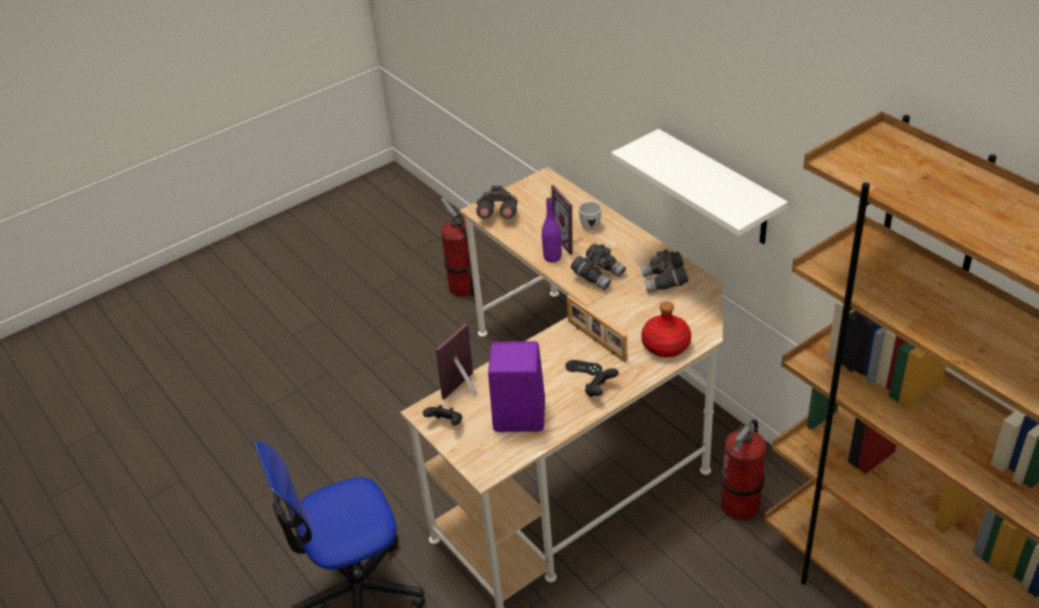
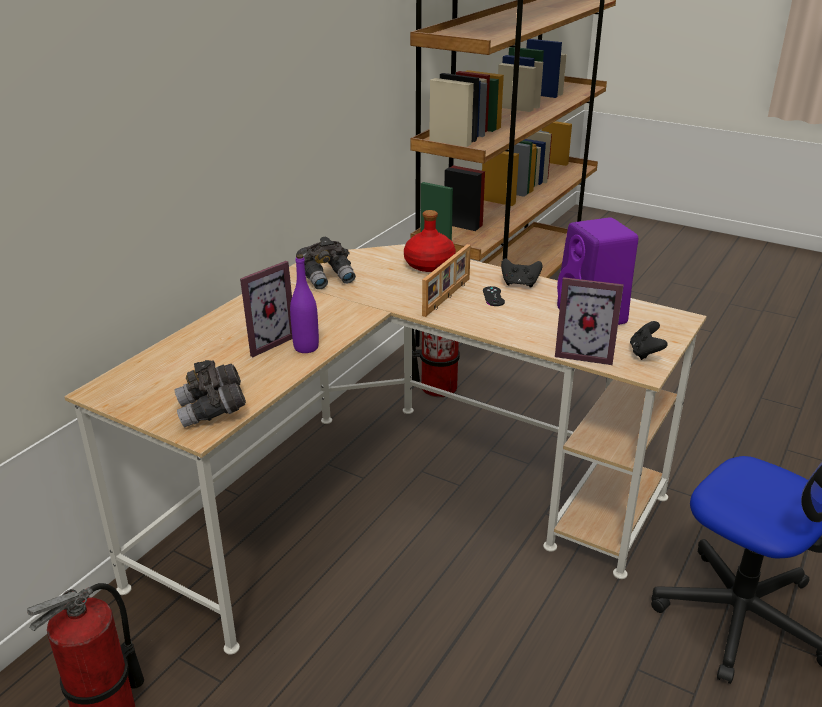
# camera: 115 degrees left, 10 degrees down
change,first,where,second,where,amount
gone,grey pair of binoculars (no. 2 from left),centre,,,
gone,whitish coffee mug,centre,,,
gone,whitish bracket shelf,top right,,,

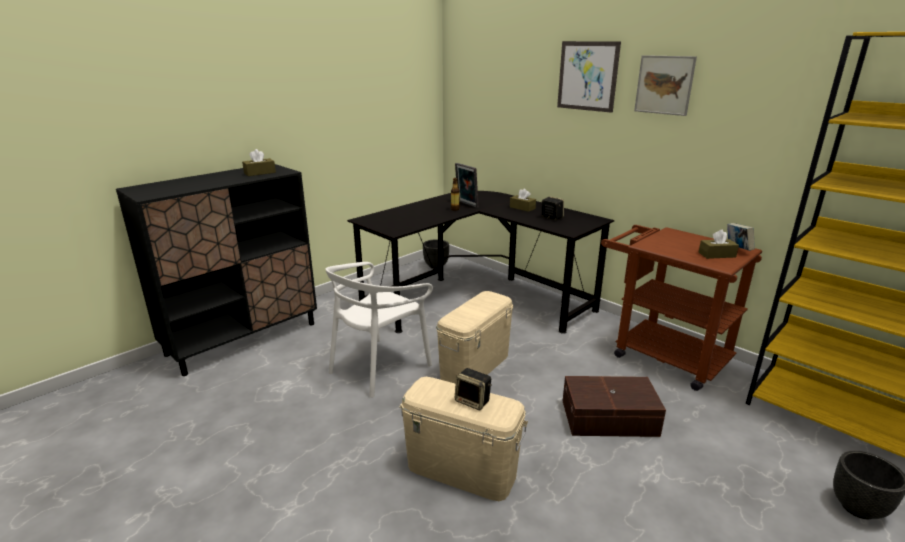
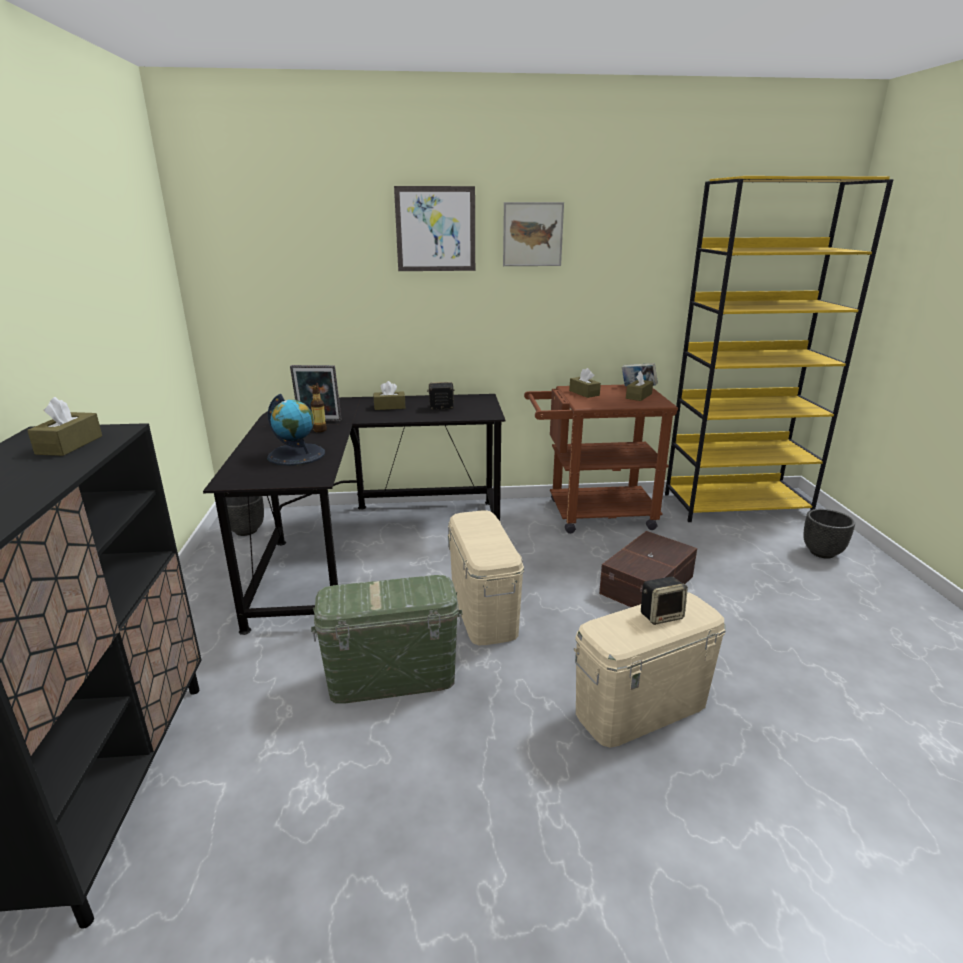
# camera: 50 degrees left, 0 degrees up
change,first,where,second,where,amount
swapped,whitish plain chair,centre,greenish storage box,centre,
new,,,world globe,middle left,
new,,,brown tissue holder (no. 3 from left),centre,

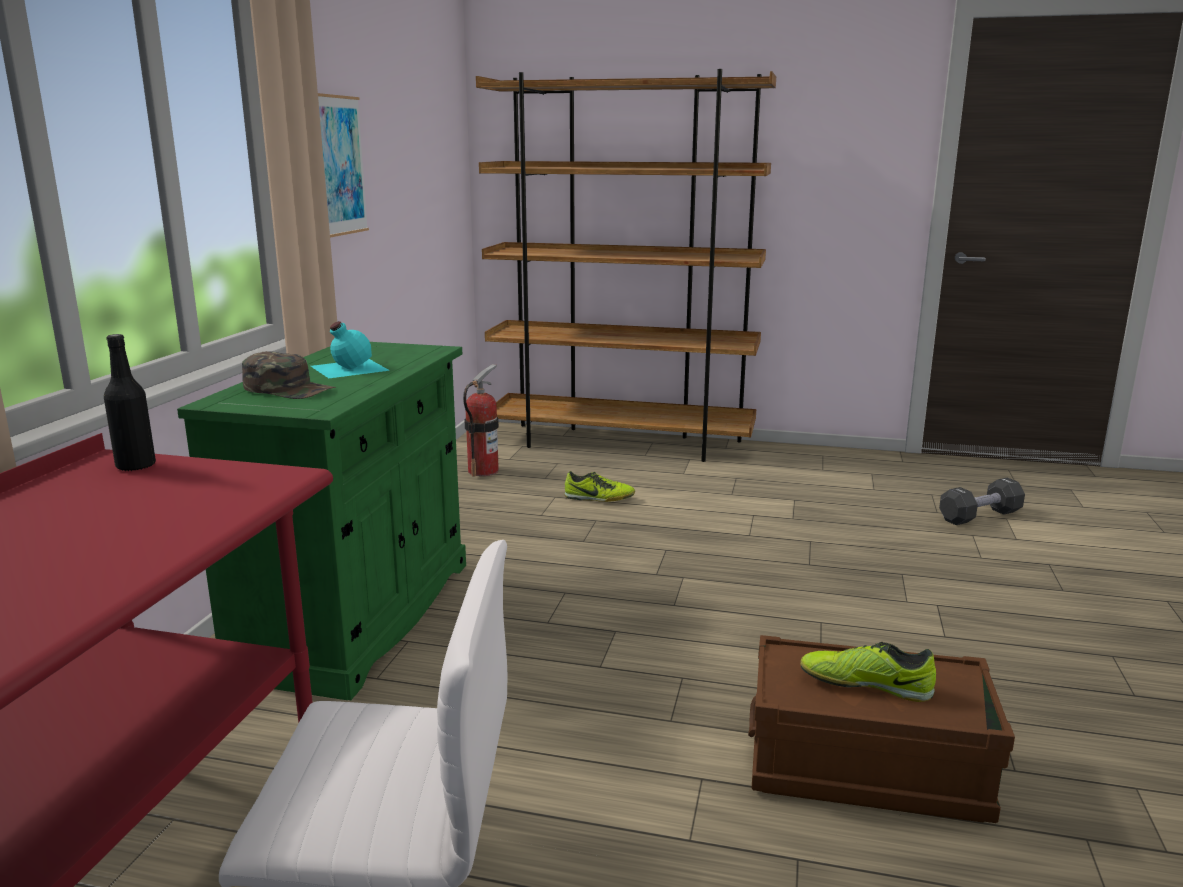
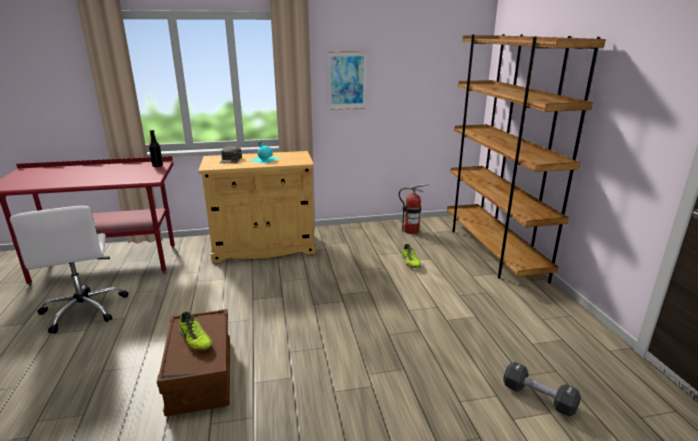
# camera: 65 degrees right, 5 degrees up
change,first,where,second,where,amount
repainted,greenish cabinet,middle left,beige-coloured cabinet,centre,
rotated,item of footwear (no. 2 from left in the first image),bottom right,item of footwear (no. 1 from left),bottom left,150 degrees clockwise

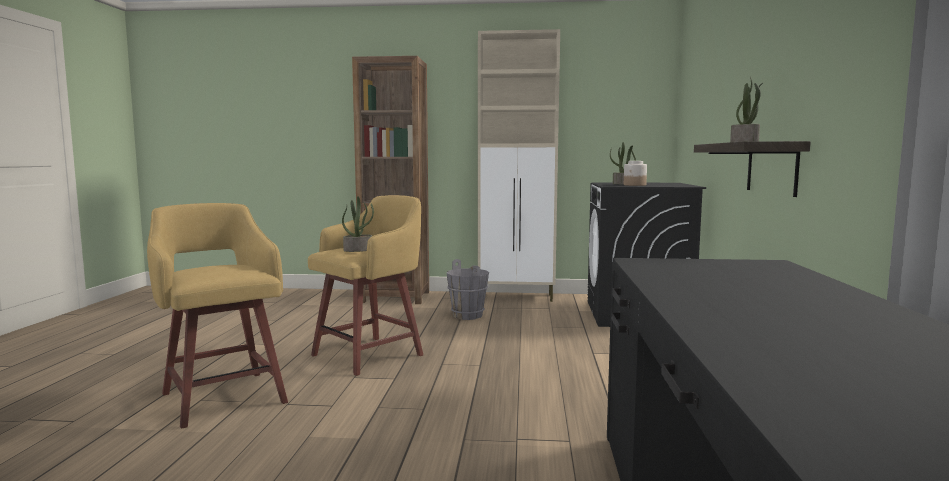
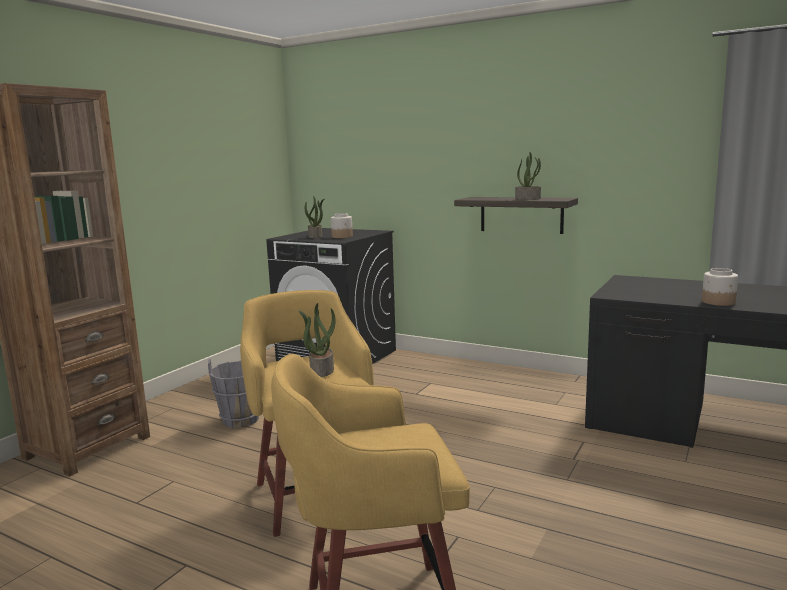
# camera: 65 degrees left, 5 degrees up
change,first,where,second,where,amount
gone,beige-coloured cabinet,centre,,,
new,,,preserve jar (no. 2 from left),middle right,

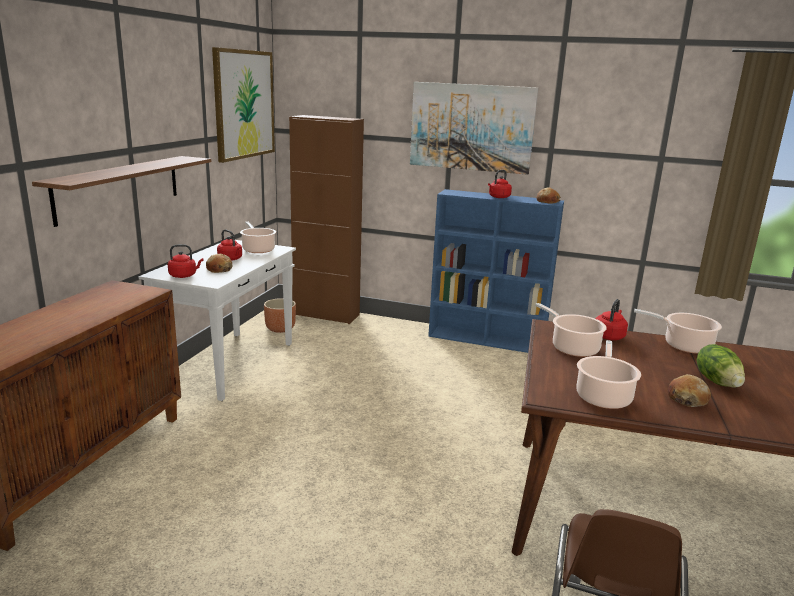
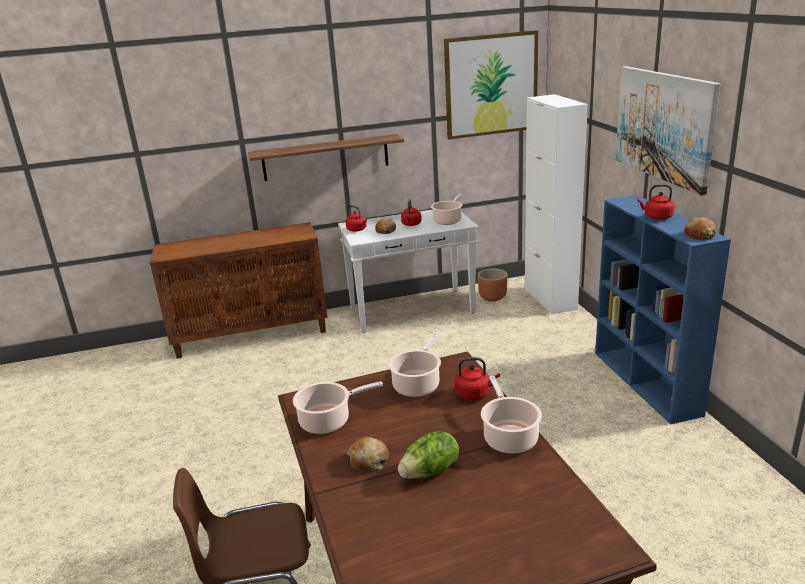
# camera: 60 degrees right, 5 degrees up
change,first,where,second,where,amount
repainted,brown cabinet (no. 2 from left),centre,whitish cabinet,middle right,

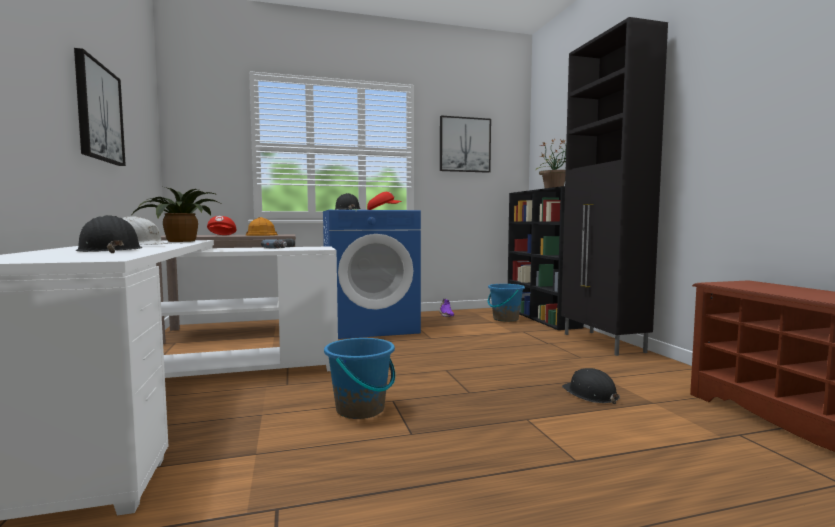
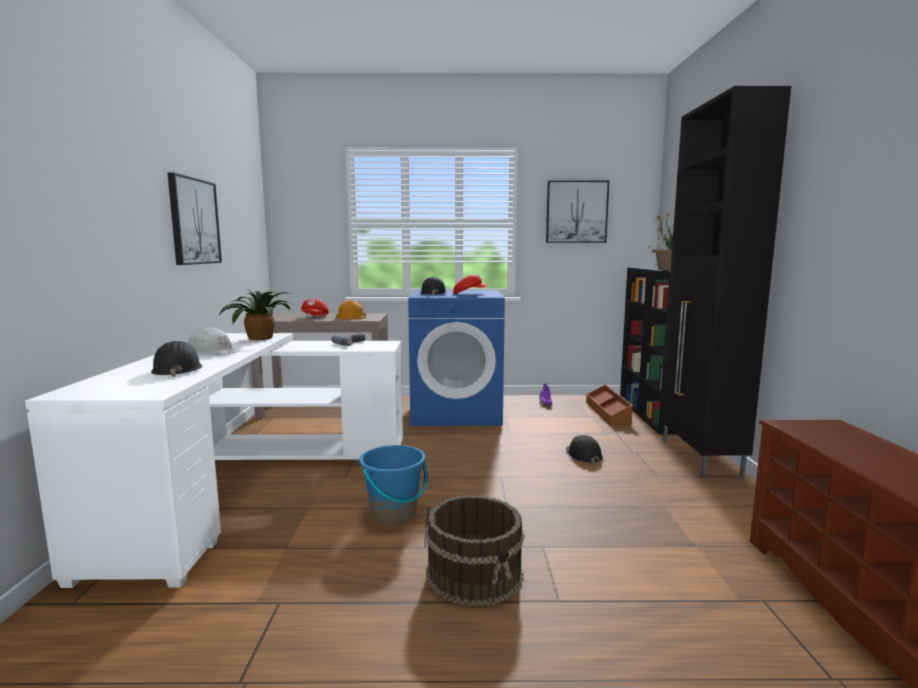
# camera: 15 degrees right, 5 degrees up
change,first,where,second,where,amount
swapped,bluish water bucket (no. 2 from left),centre,brown storage box,centre,
shifted,black work helmet (no. 3 from left),bottom right,,centre,
new,,,brown water bucket,bottom centre,

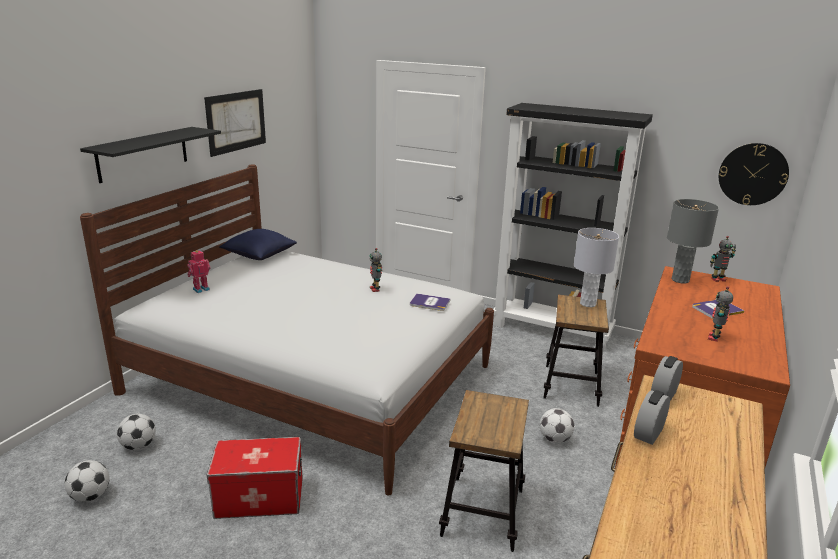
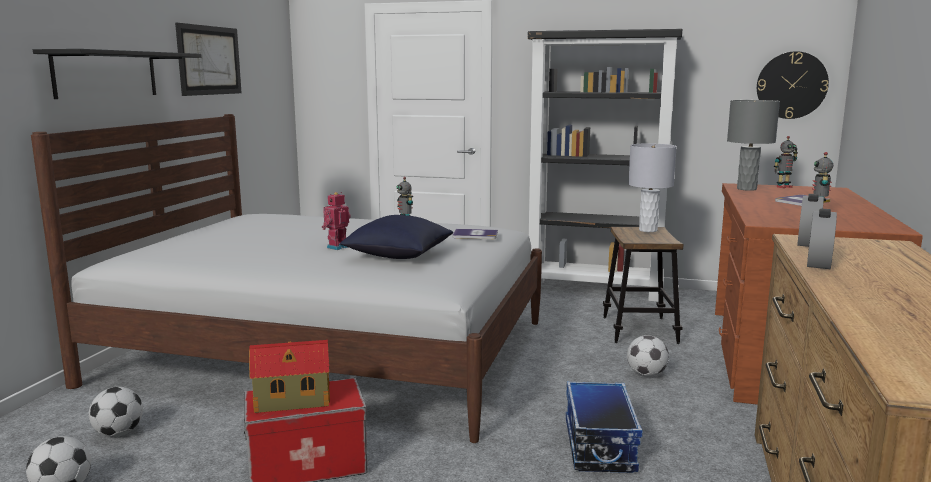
# camera: 10 degrees left, 10 degrees down
change,first,where,second,where,amount
shifted,model robot (no. 1 from left),middle left,,centre,
shifted,bluish throw pillow,middle left,,centre,
swapped,sitting stool (no. 1 from left),bottom centre,storage box (no. 2 from left),bottom centre,
new,,,model house,bottom left,

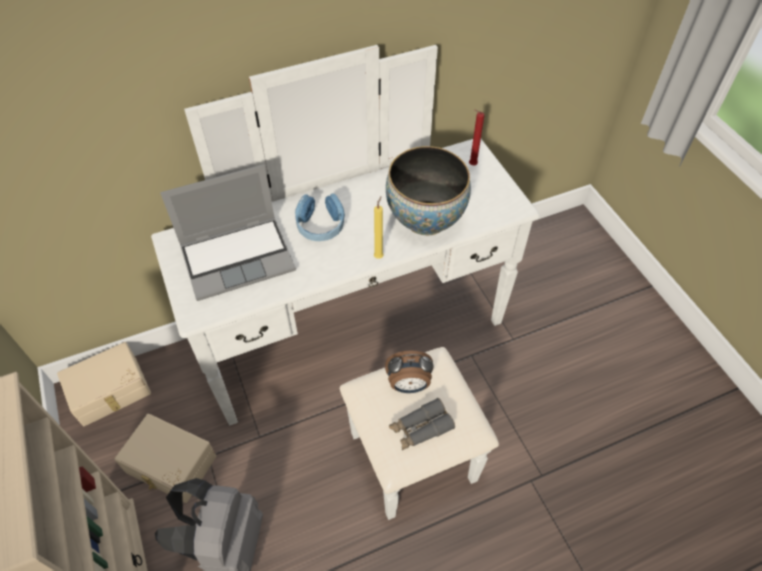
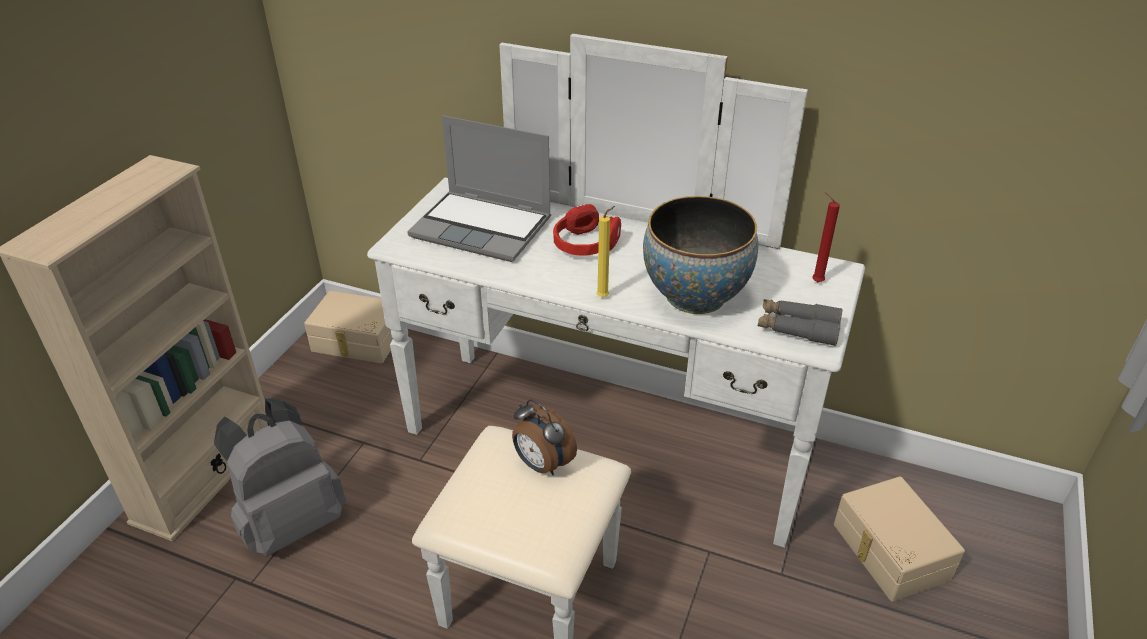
# camera: 45 degrees right, 15 degrees down
change,first,where,second,where,amount
shifted,beige-coloured storage box (no. 2 from left),bottom left,,bottom right,
repainted,bluish headset,centre,red-coloured headset,centre,
shifted,grey pair of binoculars,bottom centre,,middle right,

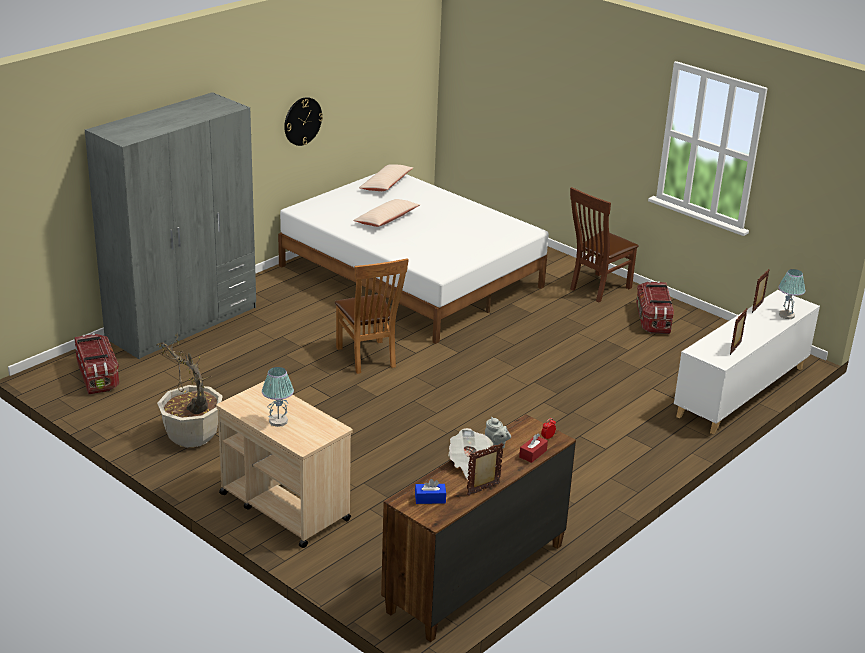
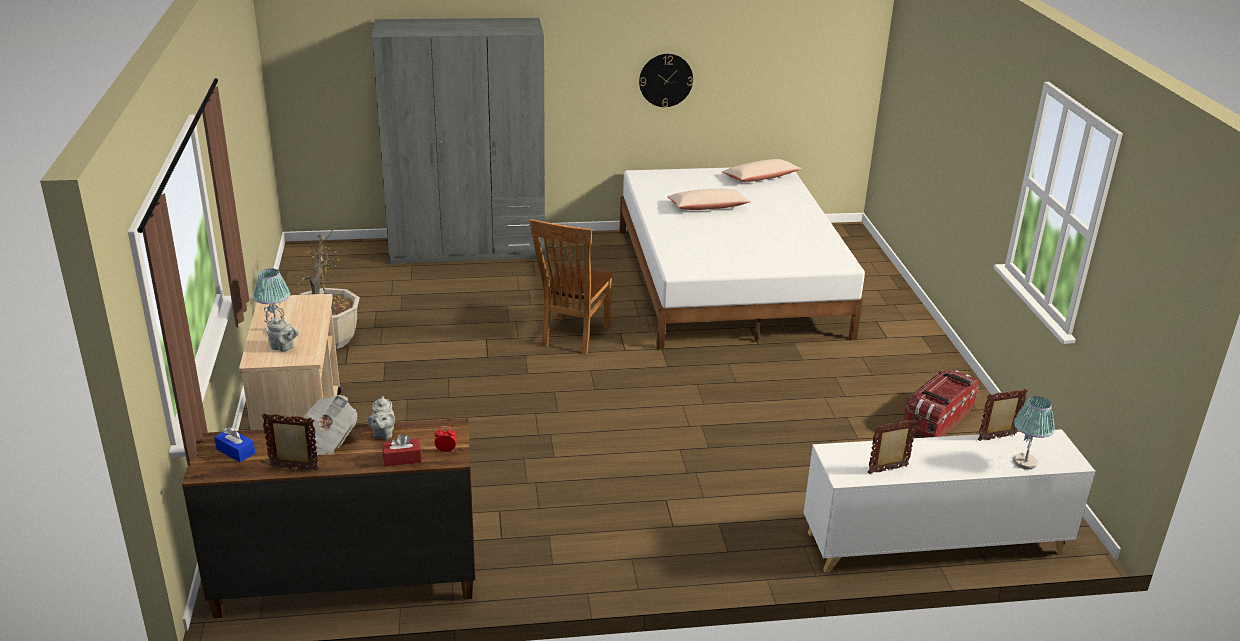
# camera: 40 degrees right, 0 degrees up
change,first,where,second,where,amount
gone,storage box (no. 1 from left),middle left,,,
gone,brown plain chair (no. 2 from left),middle right,,,
new,,,grey teapot (no. 1 from left),middle left,

